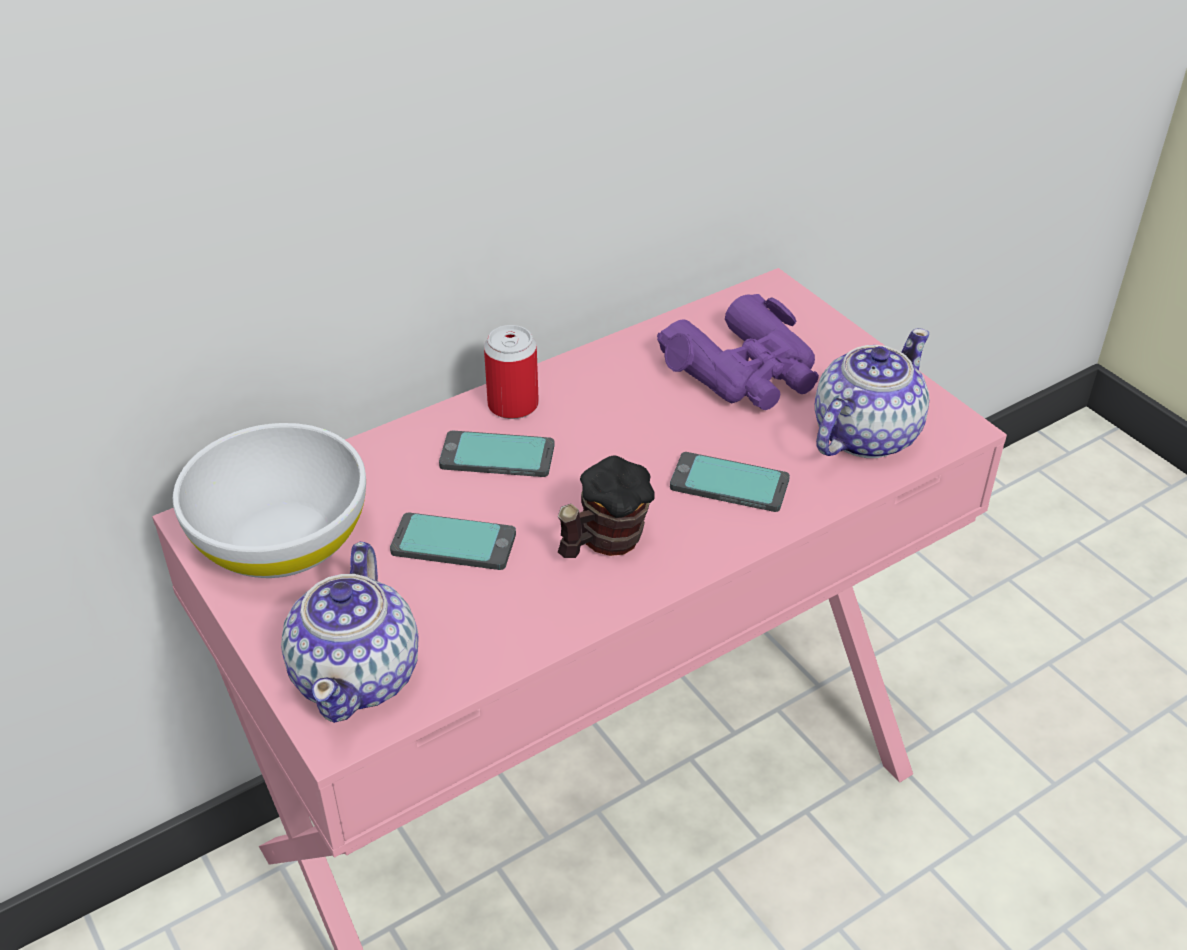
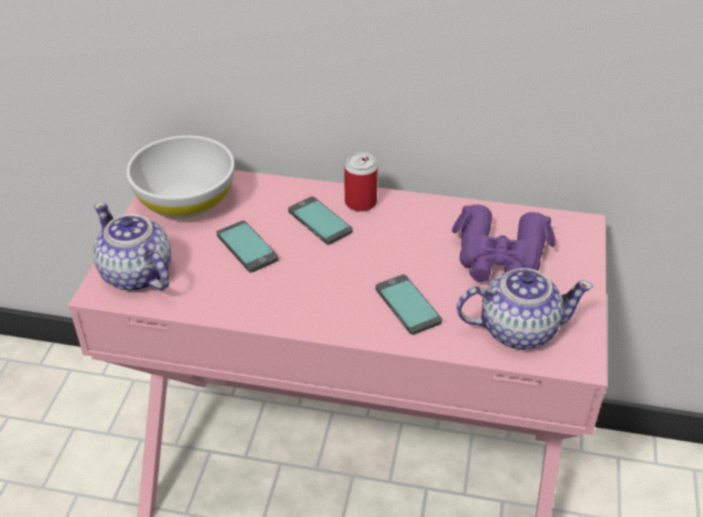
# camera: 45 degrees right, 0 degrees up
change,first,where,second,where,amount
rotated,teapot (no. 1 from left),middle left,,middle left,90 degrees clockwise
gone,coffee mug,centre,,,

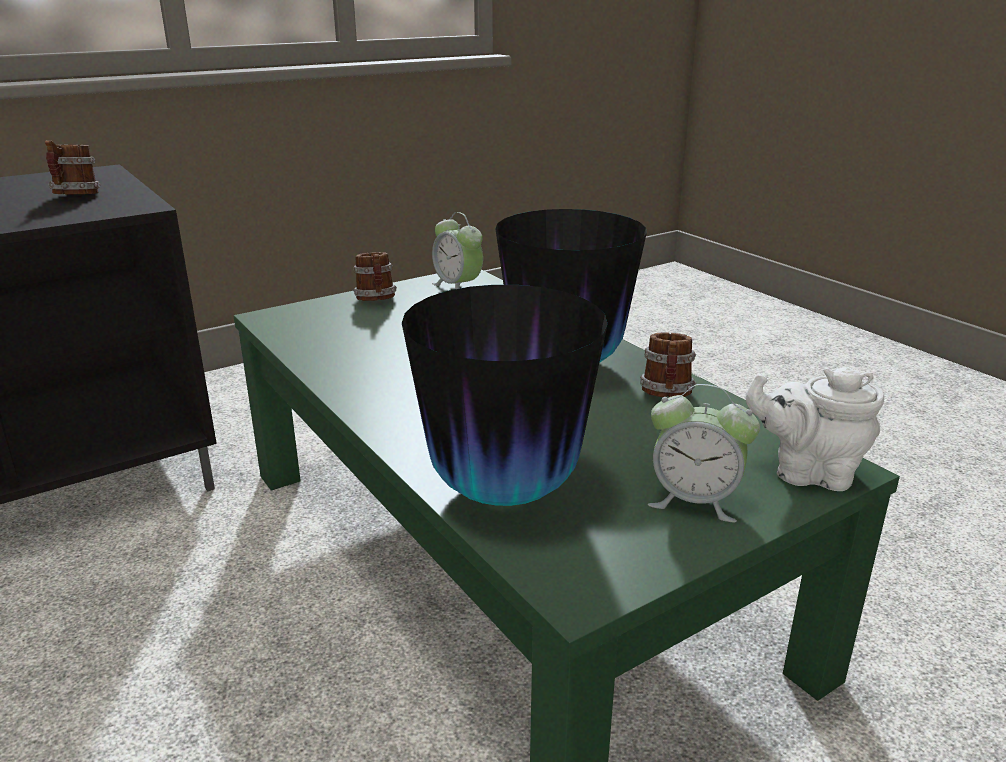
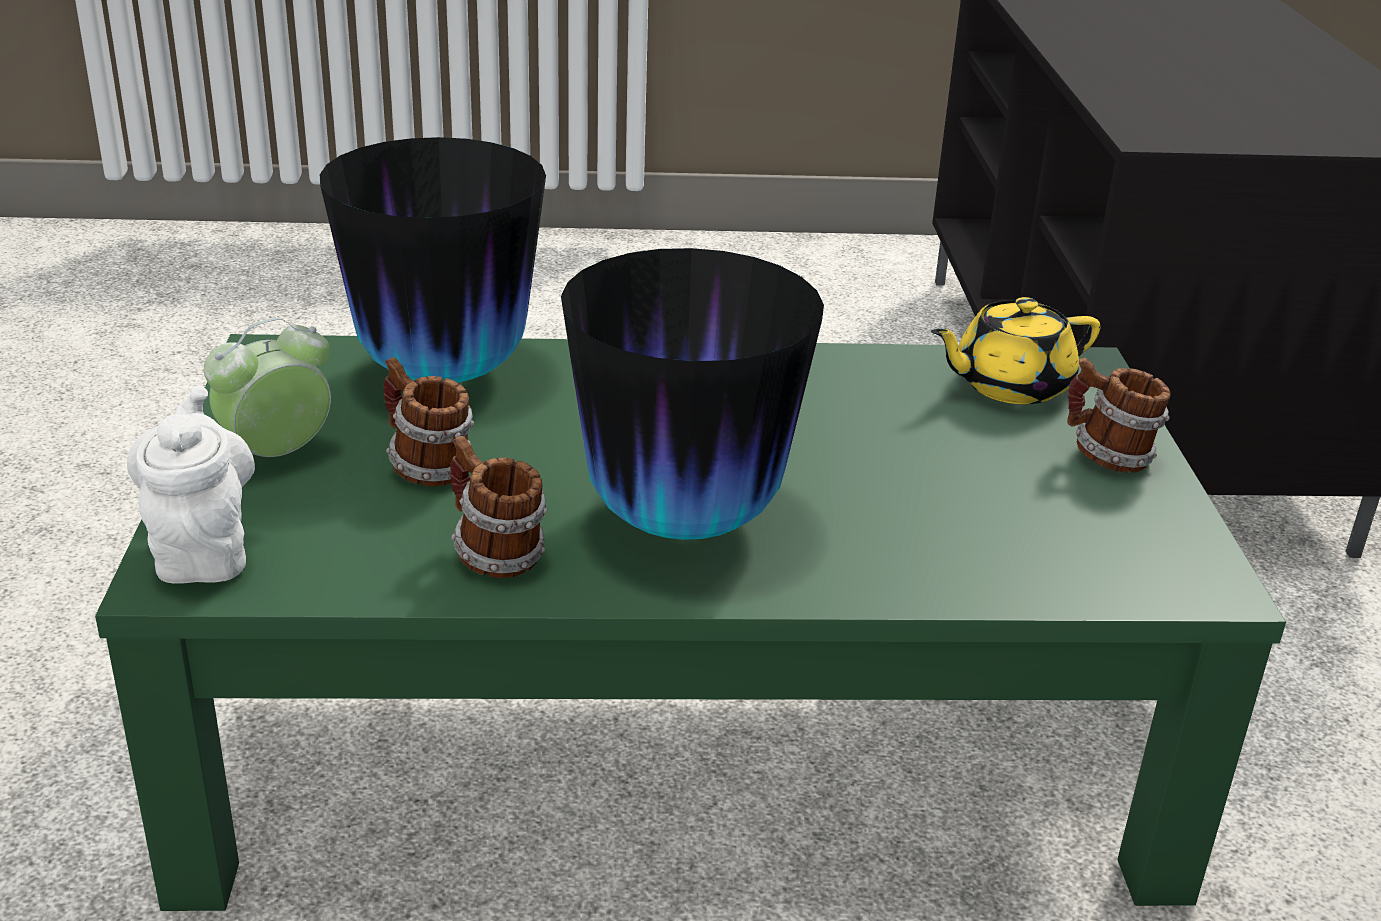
# camera: 120 degrees right, 5 degrees up
change,first,where,second,where,amount
shifted,coffee mug (no. 1 from left),top left,,middle left,
gone,table clock (no. 1 from left),top centre,,,
rotated,whitish teapot,middle right,,middle left,60 degrees counterclockwise
new,,,yellowish teapot,middle right,

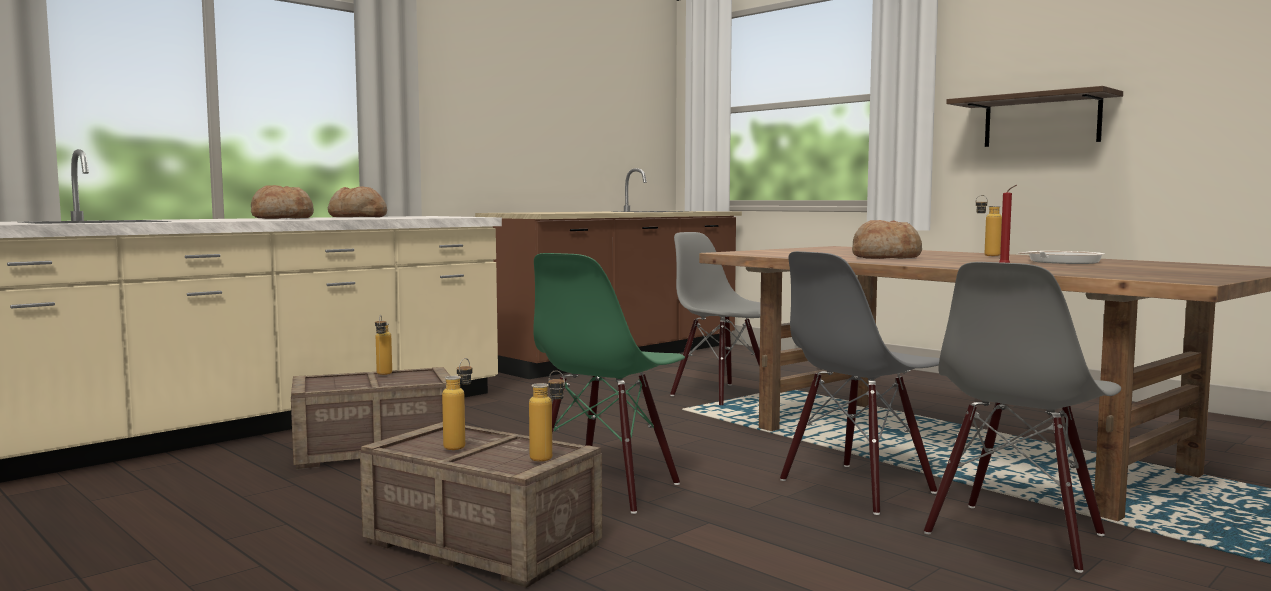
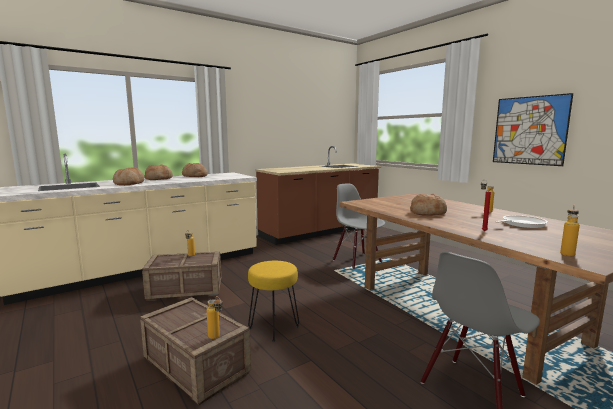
# camera: 10 degrees right, 5 degrees up
change,first,where,second,where,amount
shifted,bottle (no. 2 from left in the first image),bottom centre,bottle (no. 4 from left),middle right,
swapped,greenish plain chair,centre,yellowish sitting stool,bottom centre,
gone,grey plain chair (no. 2 from left),middle right,,,
swapped,bracket shelf,top right,picture,top right,
new,,,bread (no. 1 from left),middle left,

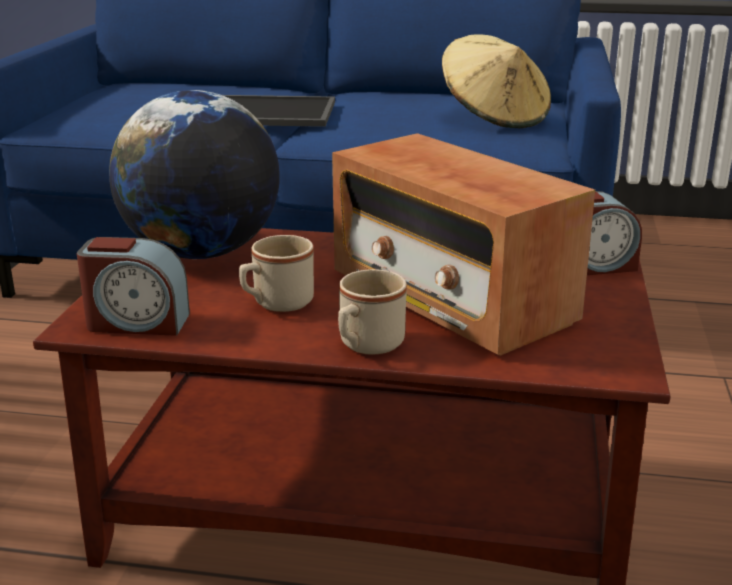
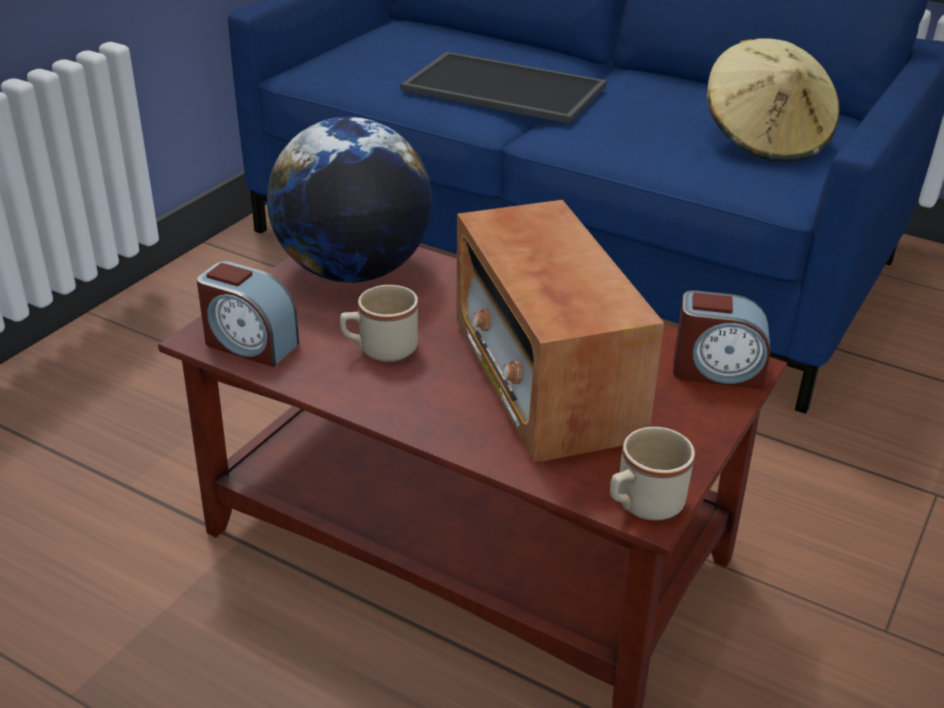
# camera: 20 degrees right, 10 degrees up
change,first,where,second,where,amount
shifted,beige-coloured coffee mug (no. 2 from left),centre,,bottom right,

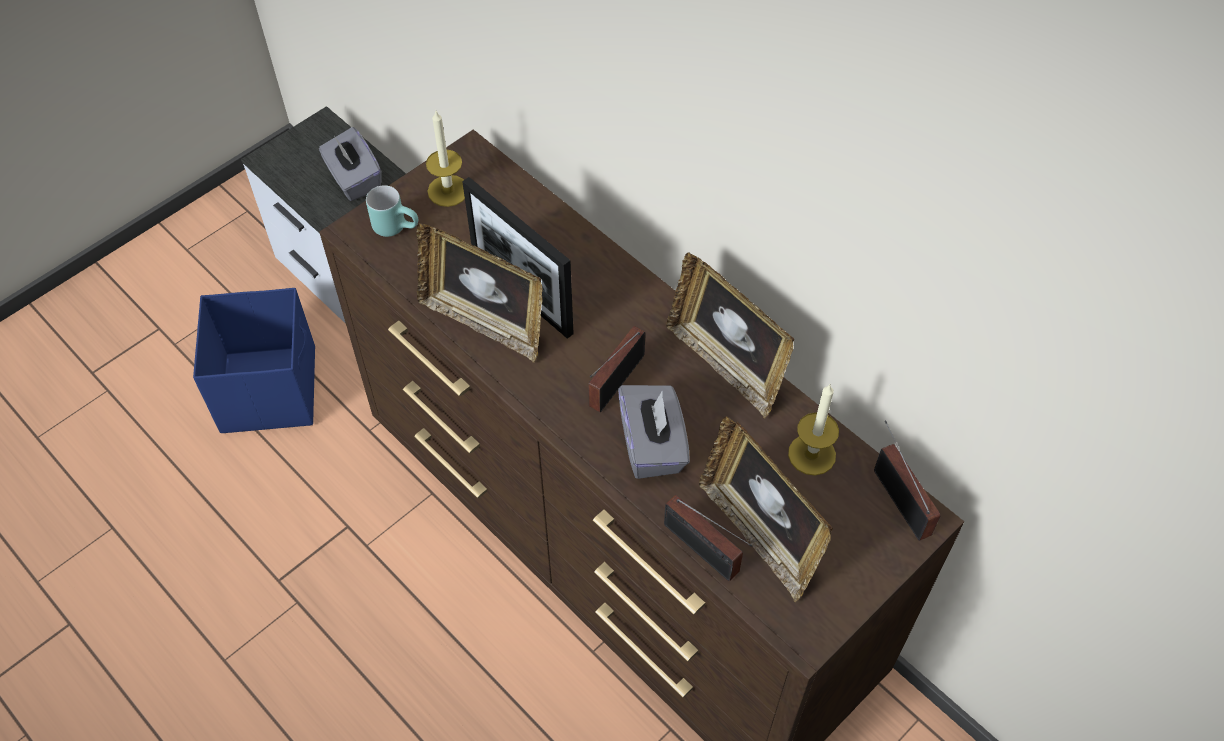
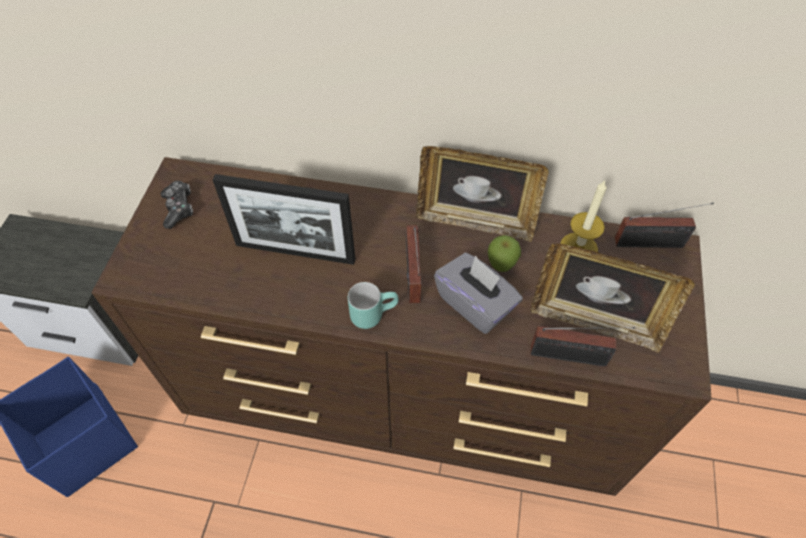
# camera: 35 degrees left, 0 degrees up
change,first,where,second,where,amount
gone,grey tissue holder (no. 1 from left),top left,,,
shifted,blue-green coffee mug,top left,,centre,
gone,standing frame (no. 1 from left),centre,,,
swapped,wax light (no. 1 from left),top centre,game controller,middle left,
rotated,radio (no. 3 from left),middle right,,middle right,150 degrees clockwise
new,,,apple,centre,

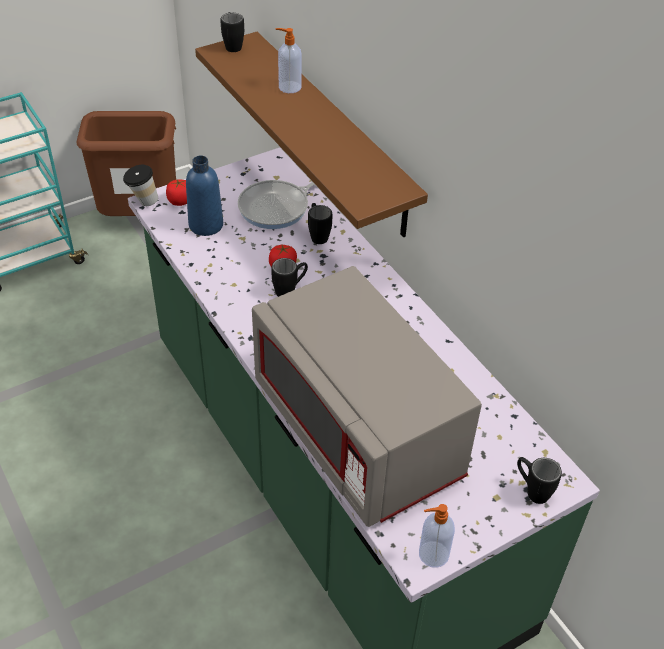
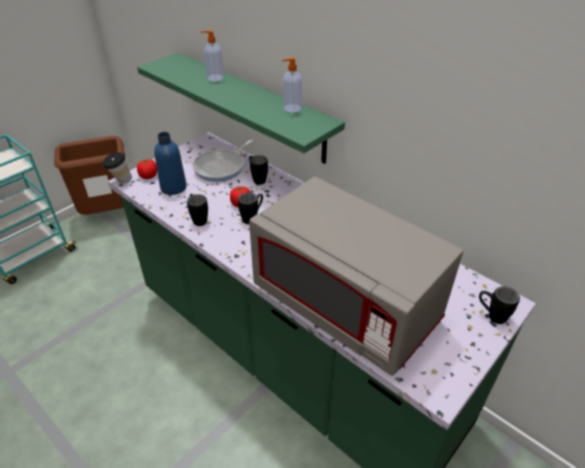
# camera: 15 degrees left, 5 degrees down
change,first,where,second,where,amount
repainted,brown bracket shelf,top centre,greenish bracket shelf,top centre,
shifted,black coffee mug (no. 1 from left),top centre,,centre,
shifted,soap dispenser (no. 2 from left),bottom centre,,top centre,

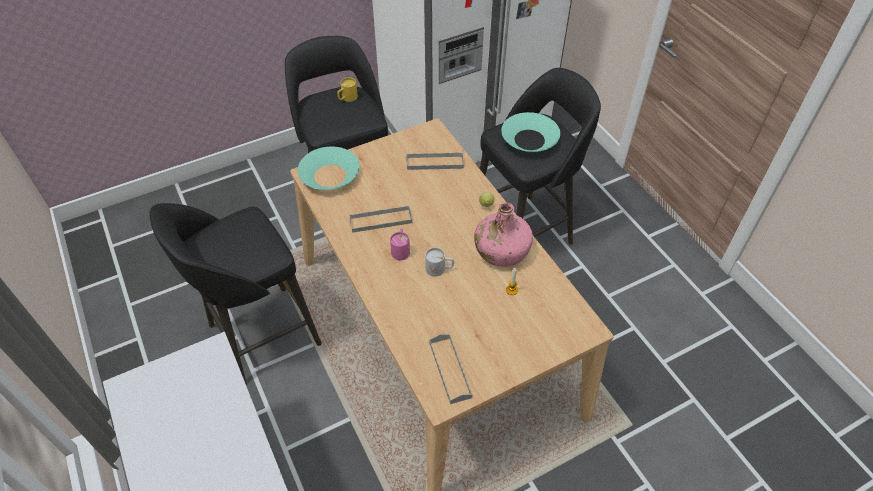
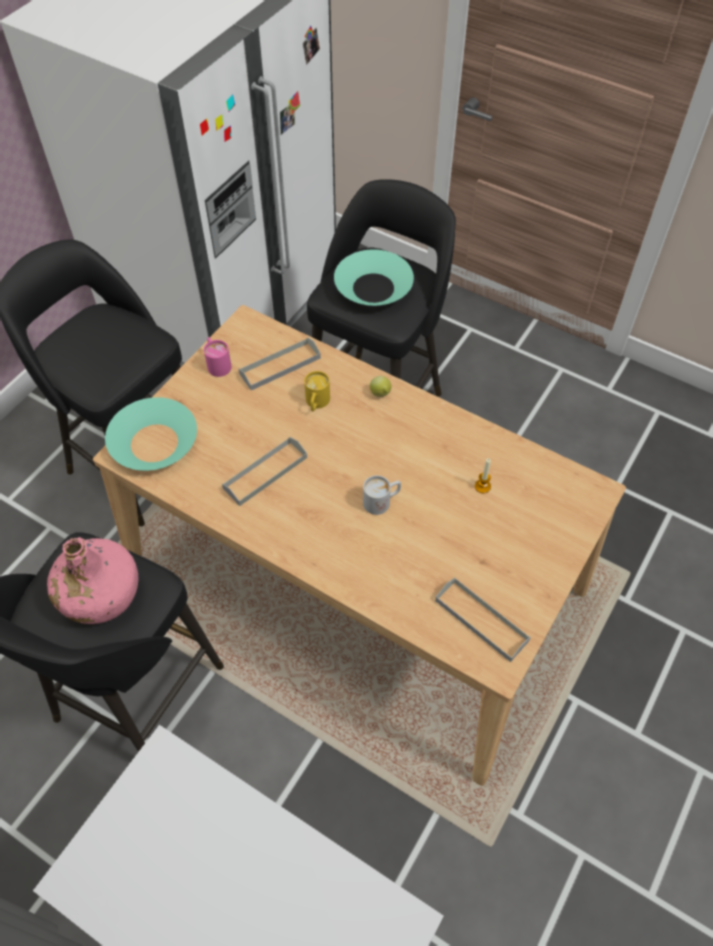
# camera: 30 degrees left, 5 degrees up
change,first,where,second,where,amount
shifted,yellowish coffee mug,top centre,,centre,
shifted,pink-coloured coffee mug,centre,,middle left,
shifted,pink-coloured bottle,centre,,middle left,

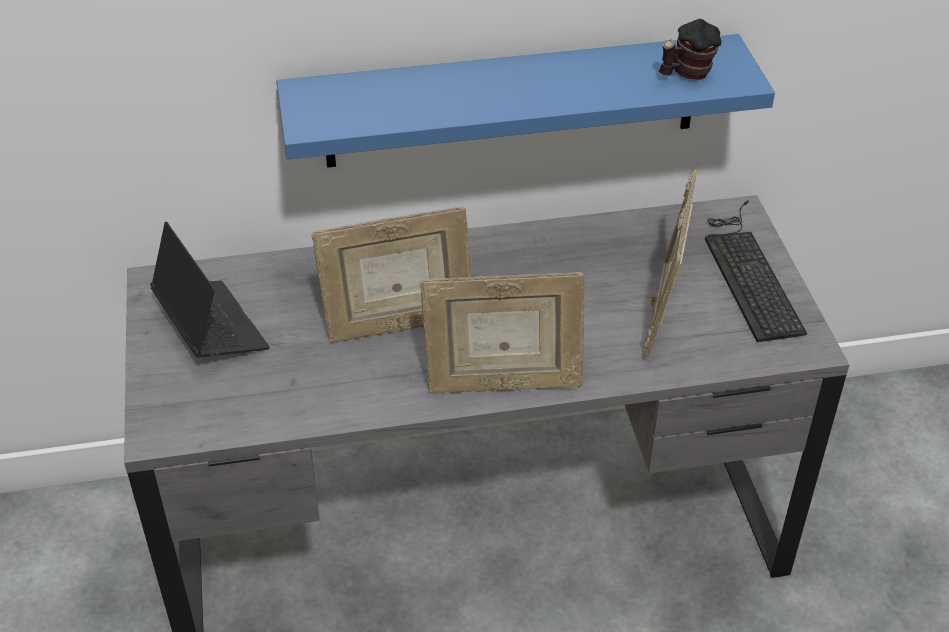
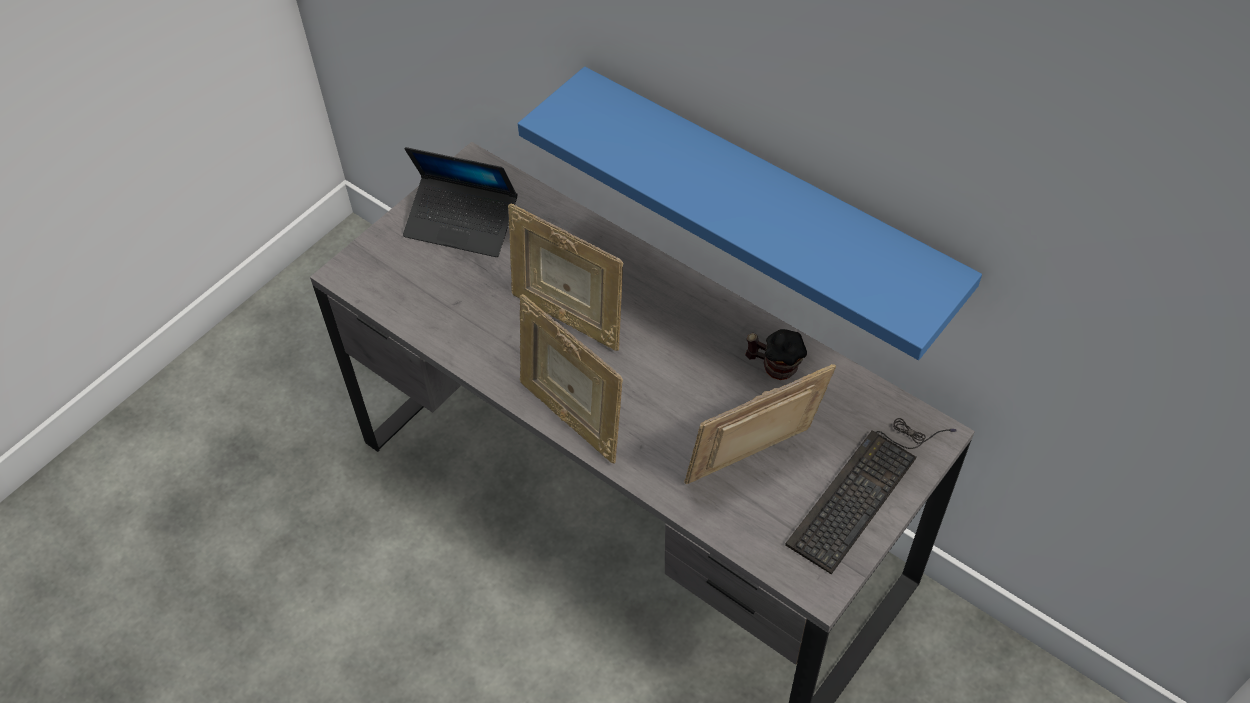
# camera: 50 degrees right, 10 degrees up
change,first,where,second,where,amount
rotated,portable computer,middle left,,top centre,90 degrees clockwise
shifted,coffee mug,top right,,centre,

